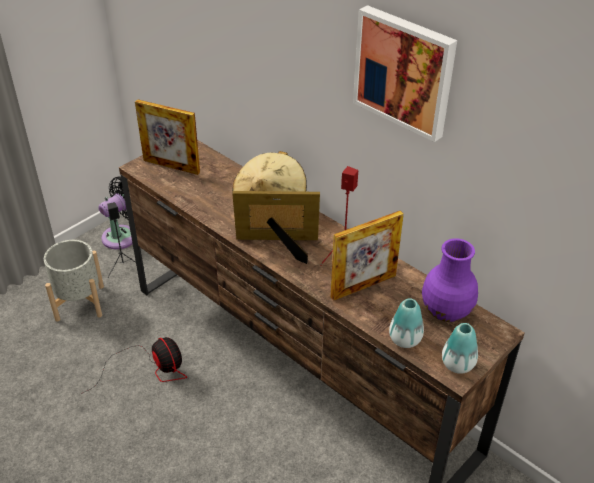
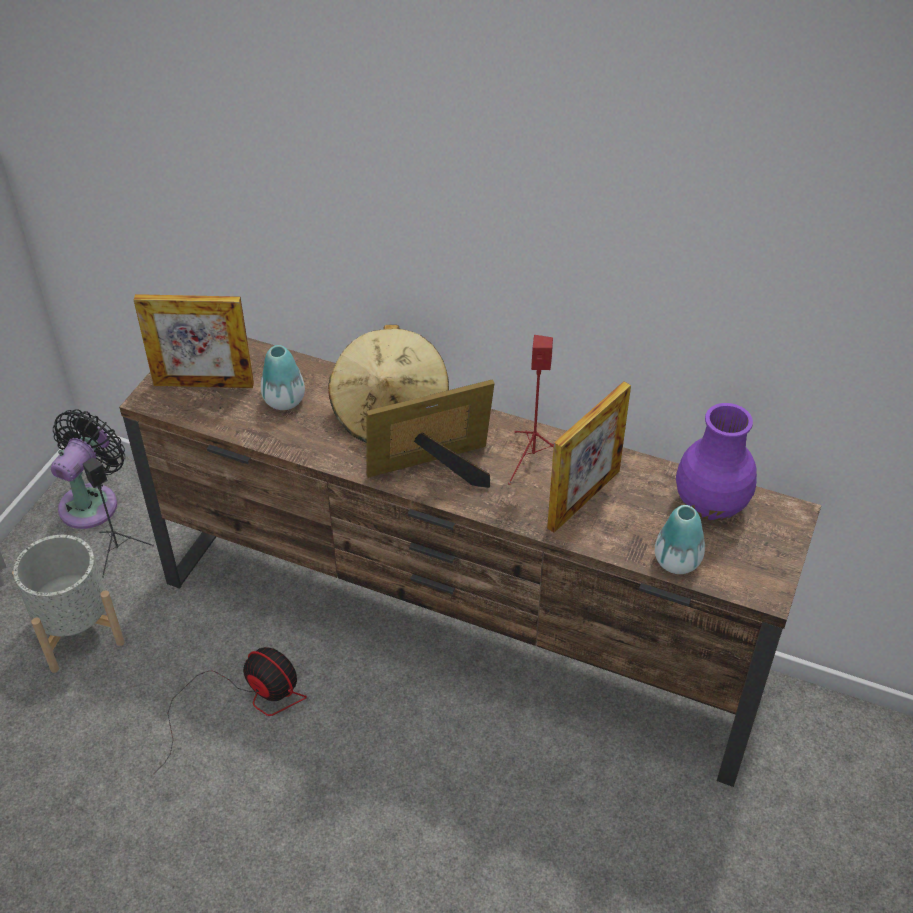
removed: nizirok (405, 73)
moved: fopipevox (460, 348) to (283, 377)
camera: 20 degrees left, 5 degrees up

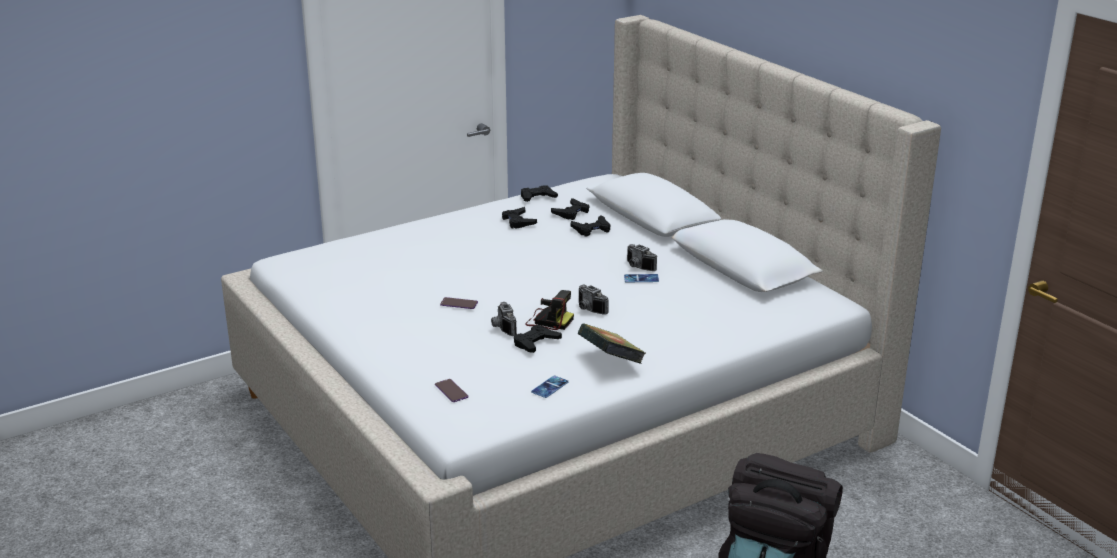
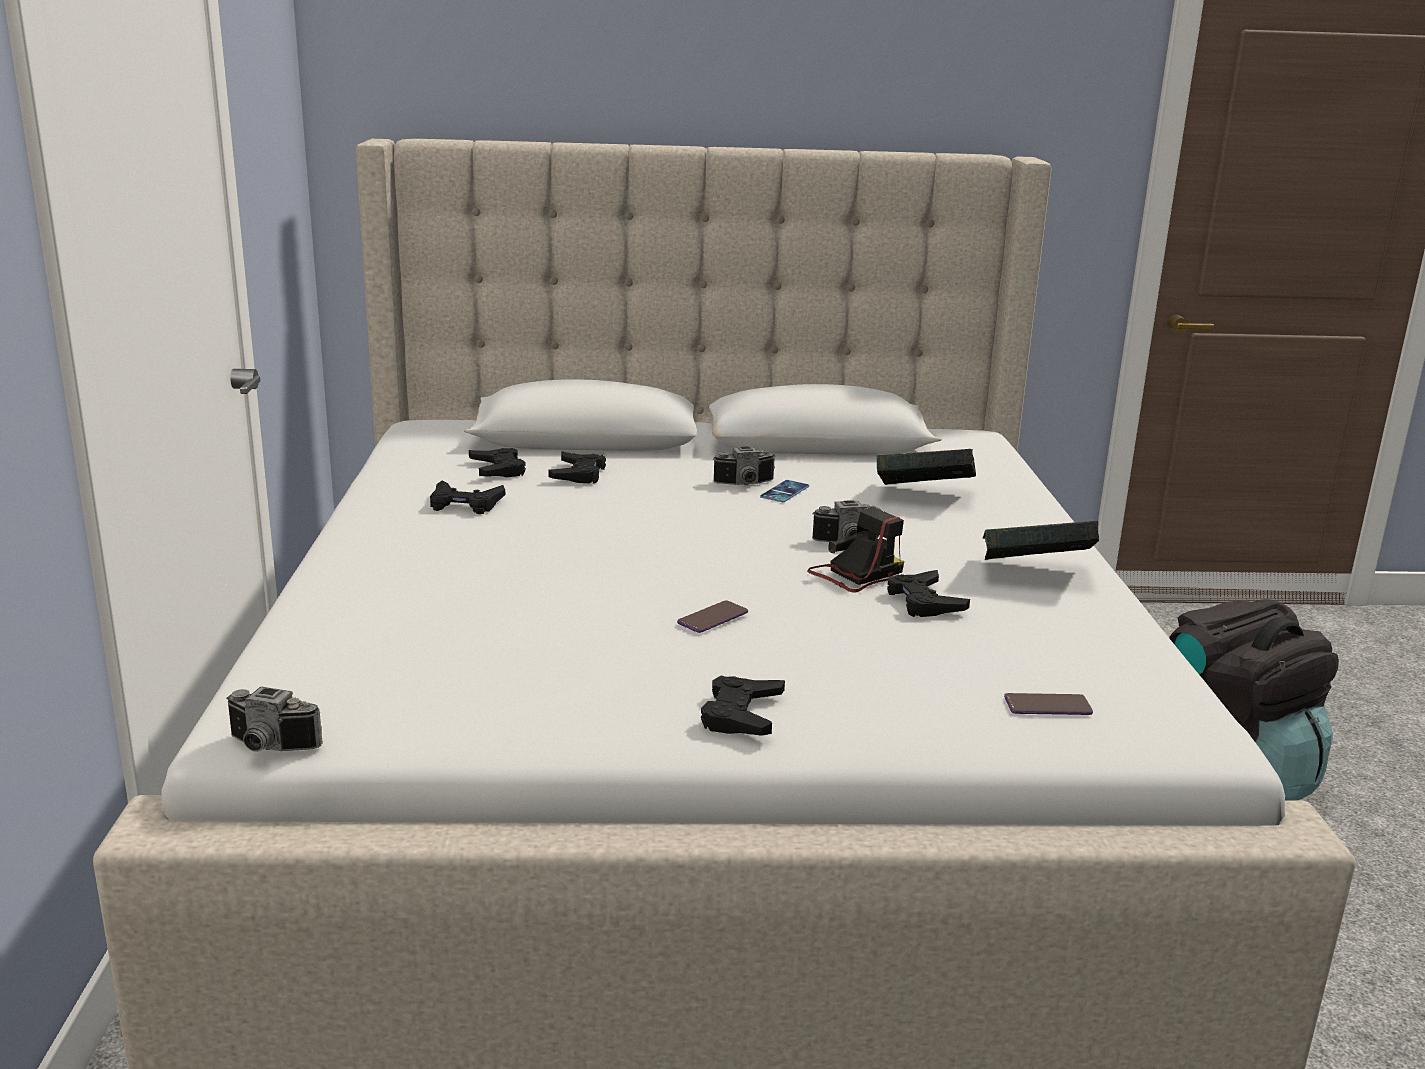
removed: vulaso (550, 387)
added: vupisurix (926, 467)
moved: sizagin (504, 319) to (274, 719); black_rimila (539, 193) to (743, 706)
camera: 60 degrees left, 5 degrees down

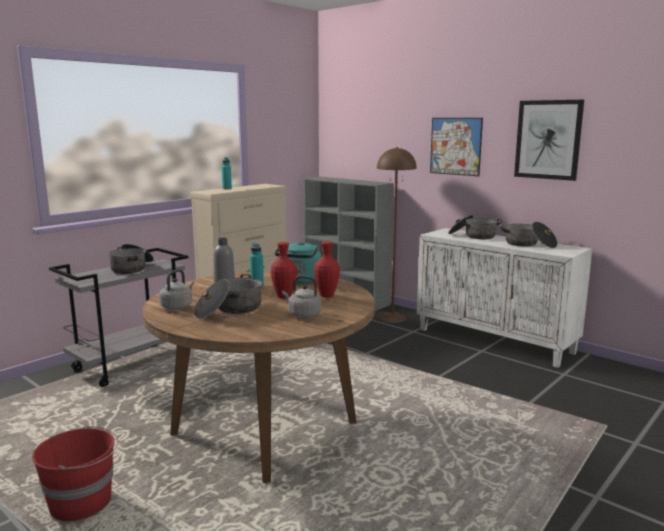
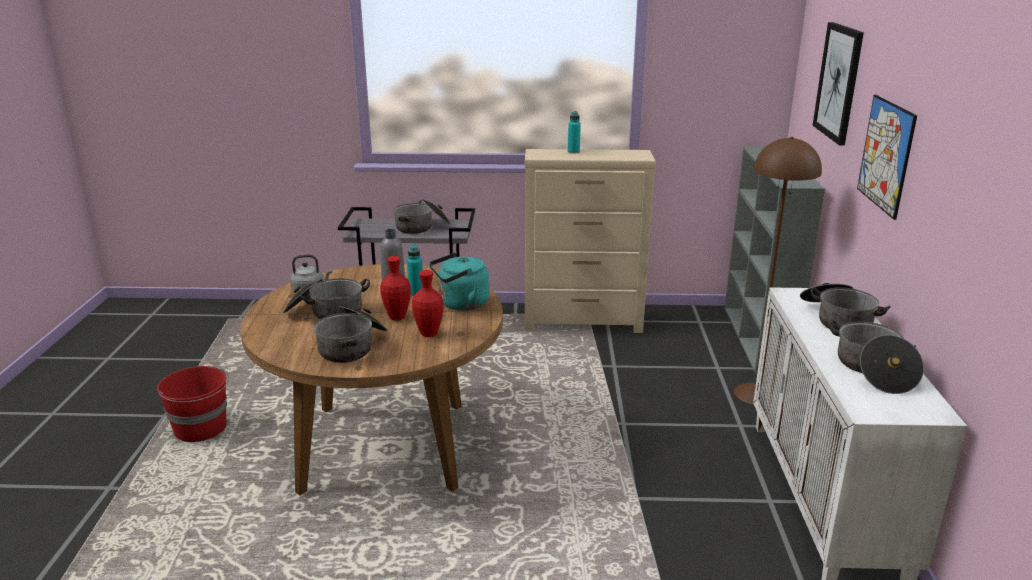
moved: nizirok (549, 140) to (838, 83)
replaced: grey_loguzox (301, 297) to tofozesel (350, 334)
camera: 50 degrees right, 10 degrees up

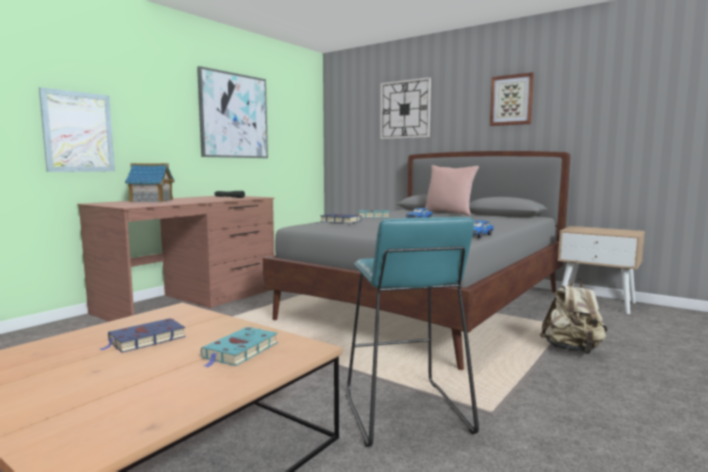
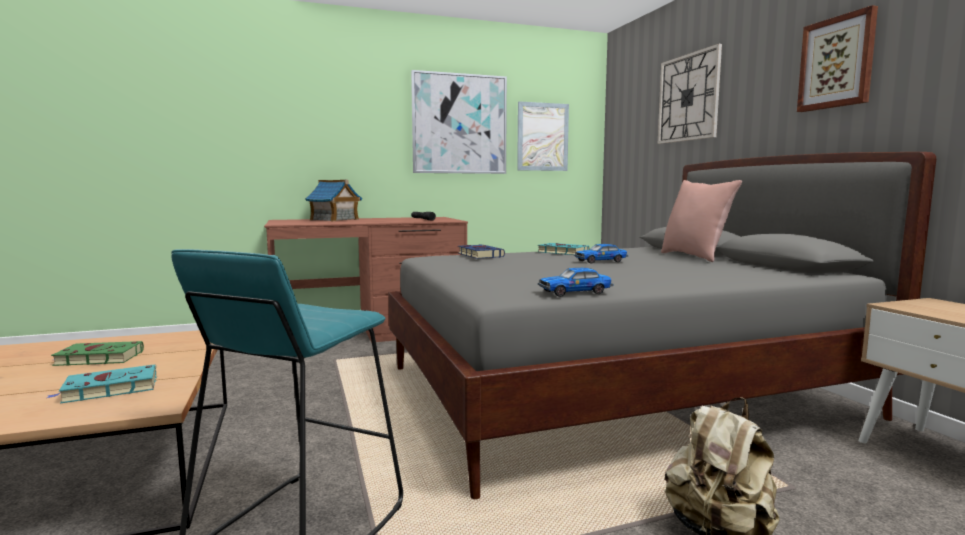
moved: nizirok (77, 129) to (543, 136)
recoloured: blue_vupisurix (143, 335) to green_vupisurix (97, 353)
camera: 35 degrees right, 0 degrees up

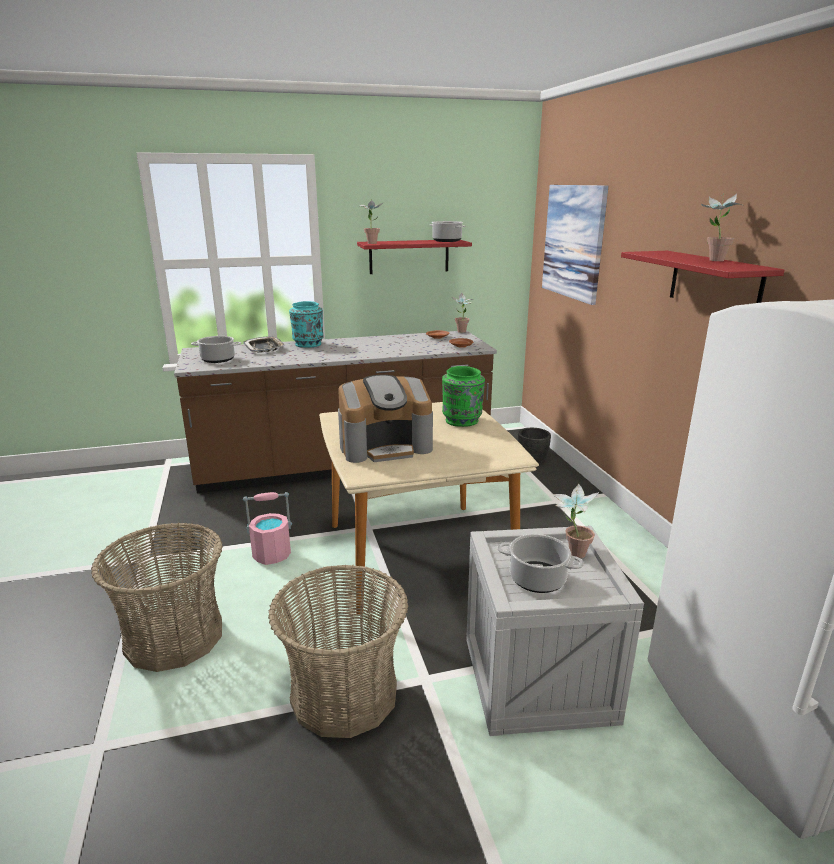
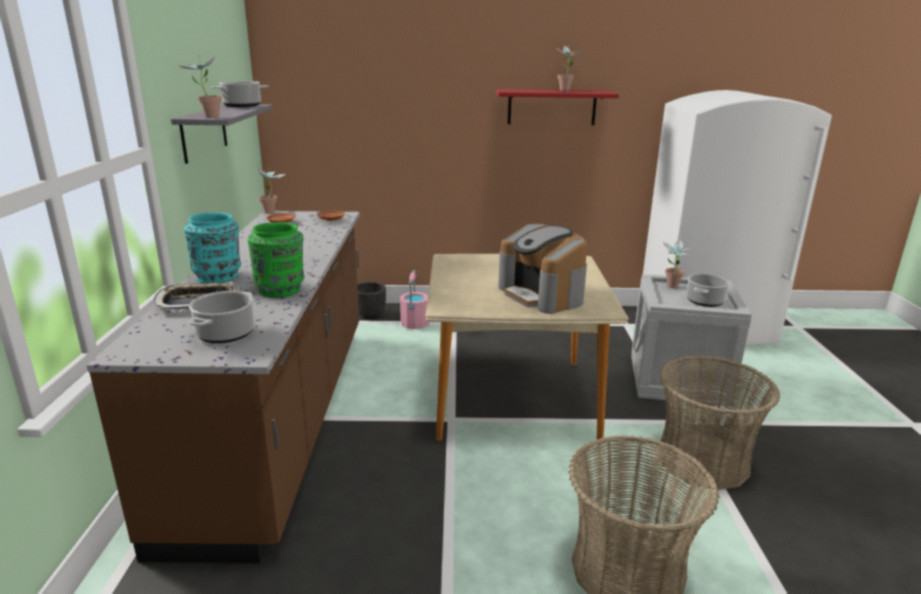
removed: nizirok (575, 245)
moved: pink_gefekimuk (267, 528) to (414, 299); green_fopipevox (463, 396) to (276, 260)
recoloured: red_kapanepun (414, 257) to grey_kapanepun (222, 134)
turned: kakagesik (385, 419) = (542, 269) 150 degrees clockwise
camera: 75 degrees left, 0 degrees up

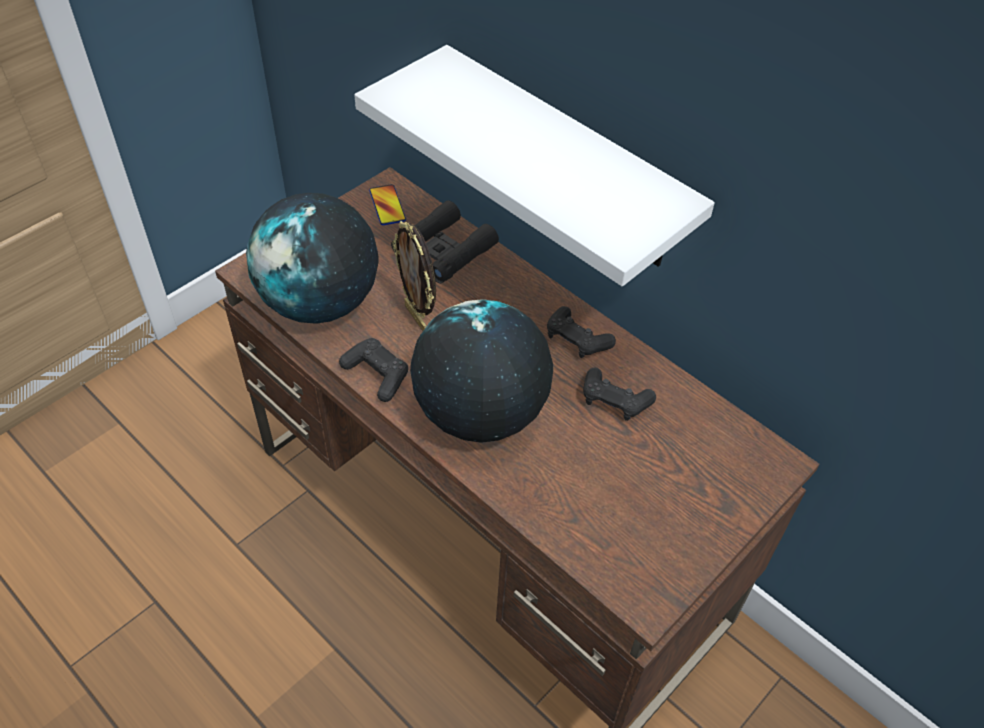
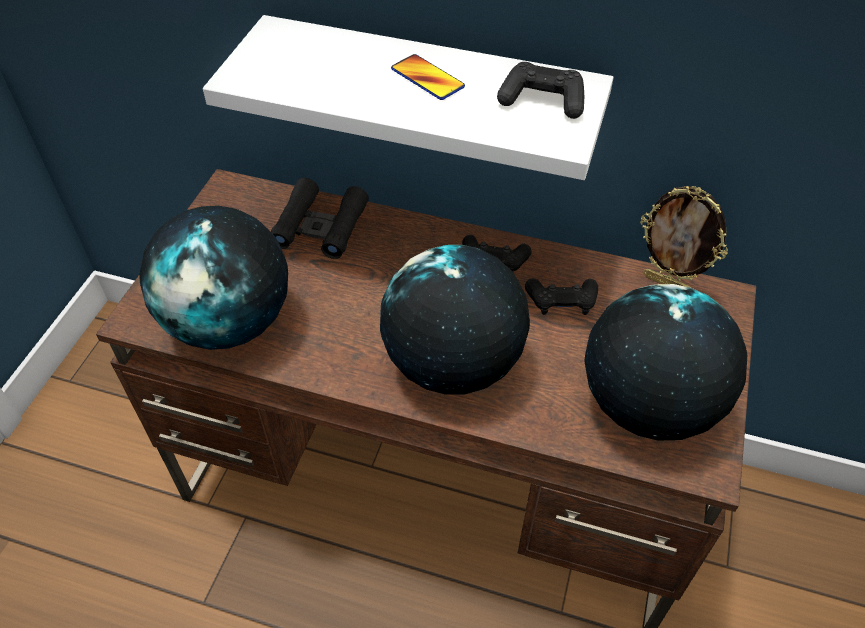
added: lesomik (665, 362)
moved: black_rimila (373, 370) to (540, 90); vulaso (387, 204) to (428, 77); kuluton (414, 276) to (684, 237)
camera: 25 degrees left, 0 degrees up

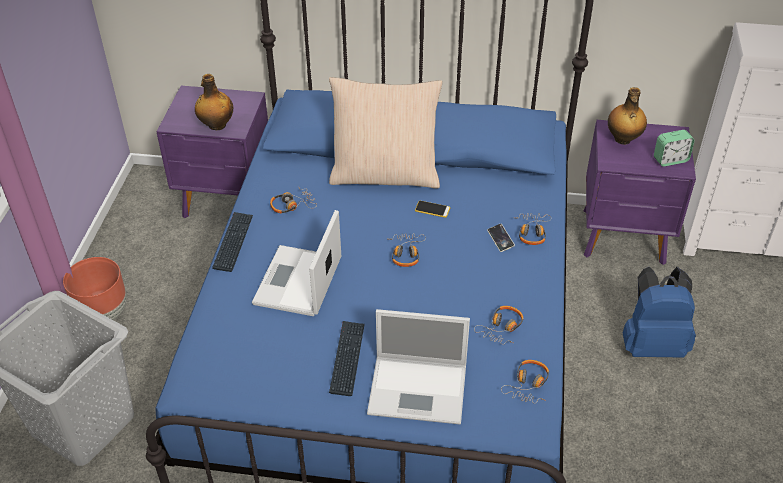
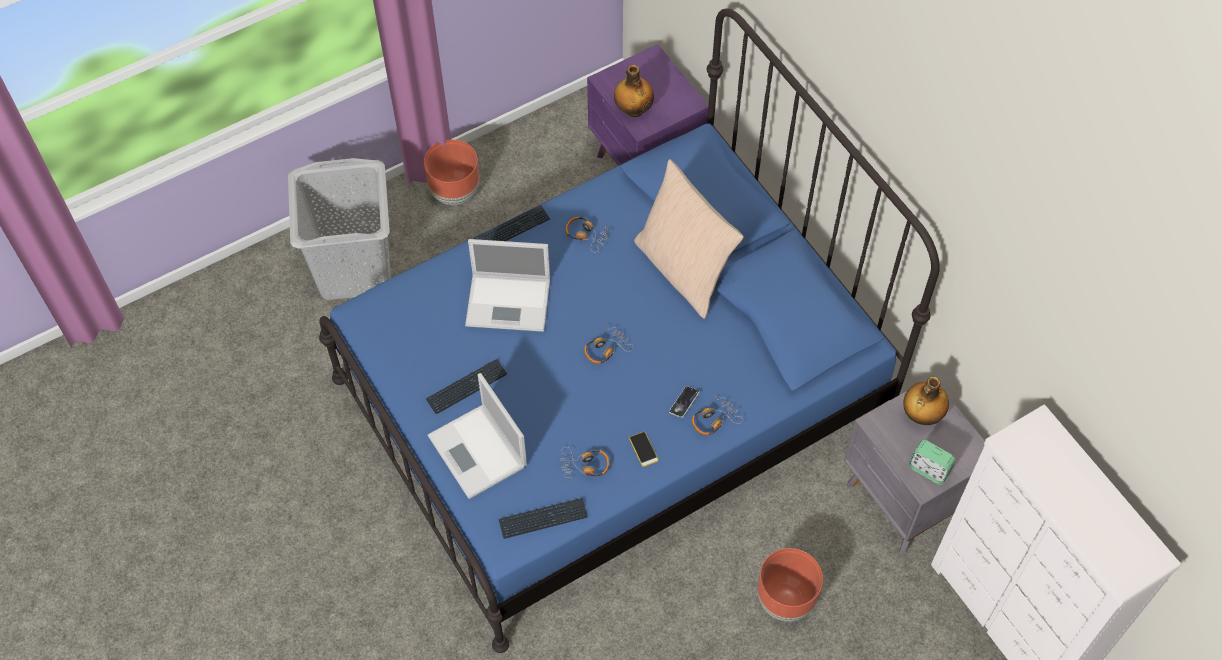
moved: vulaso (432, 209) to (644, 449)
replaced: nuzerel (525, 382) to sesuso (543, 518); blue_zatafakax (659, 312) to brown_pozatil (790, 585)
recoloured: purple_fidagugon (640, 192) to grey_fidagugon (914, 467)
turned: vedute (296, 263) = (507, 285) 150 degrees counterclockwise
camera: 50 degrees right, 15 degrees up

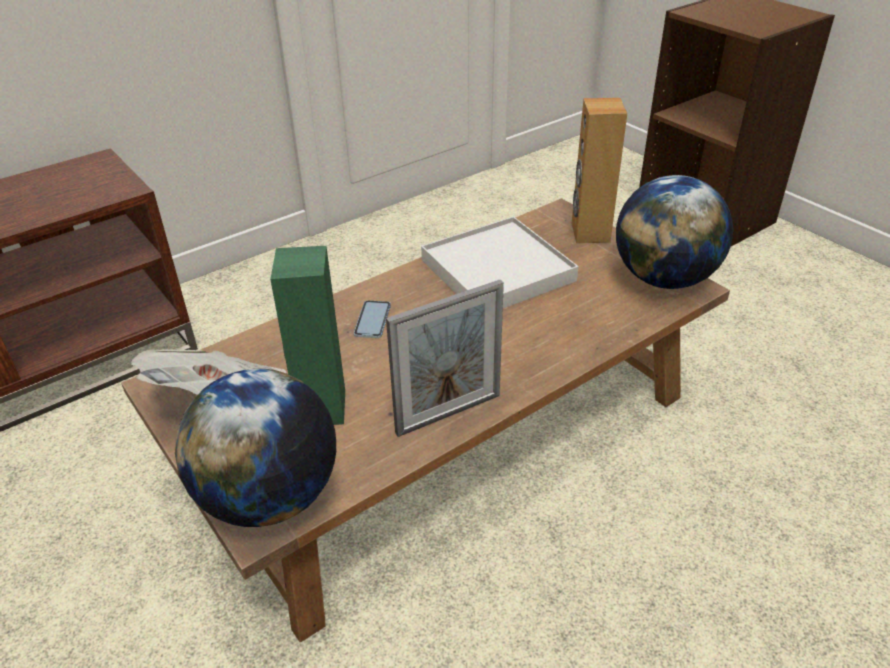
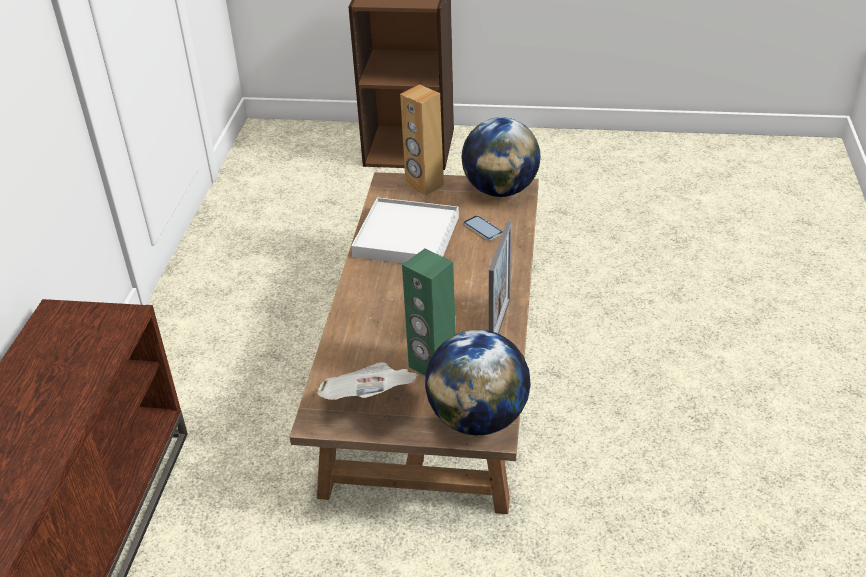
moved: vulaso (372, 319) to (483, 228)
camera: 45 degrees left, 0 degrees up

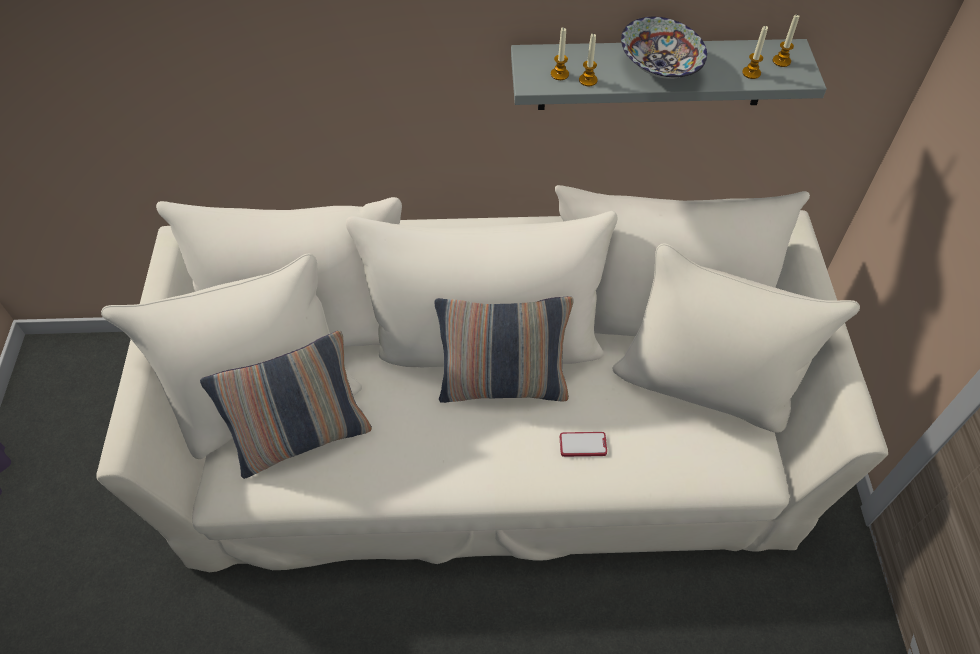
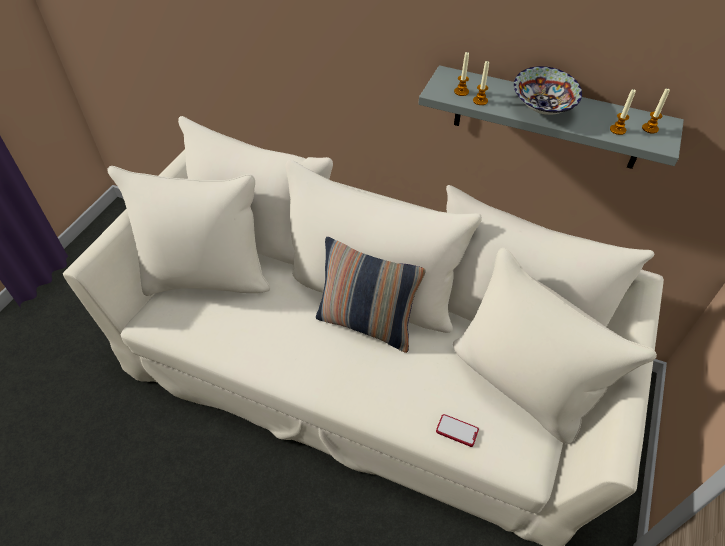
removed: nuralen (286, 405)
moved: vulaso (583, 444) to (457, 430)
camera: 25 degrees right, 5 degrees down

